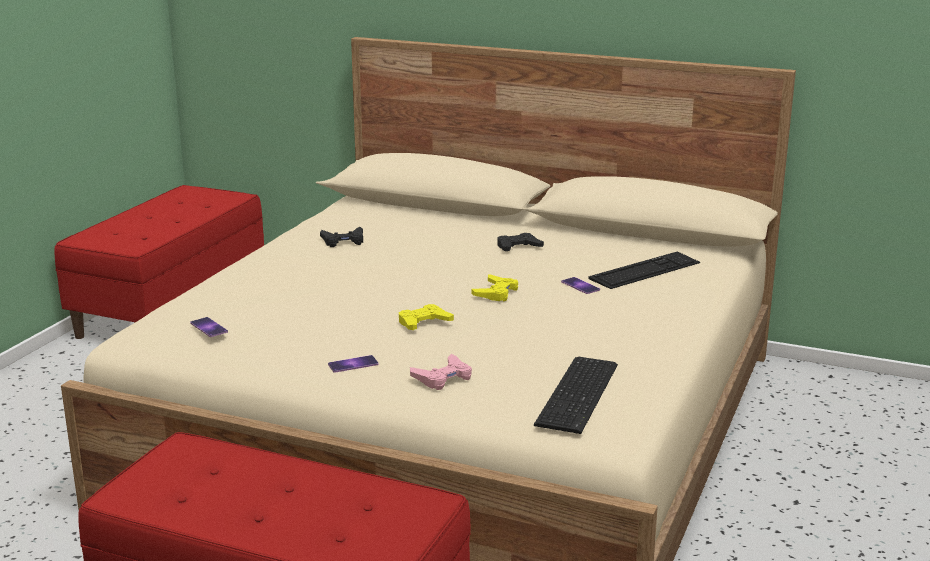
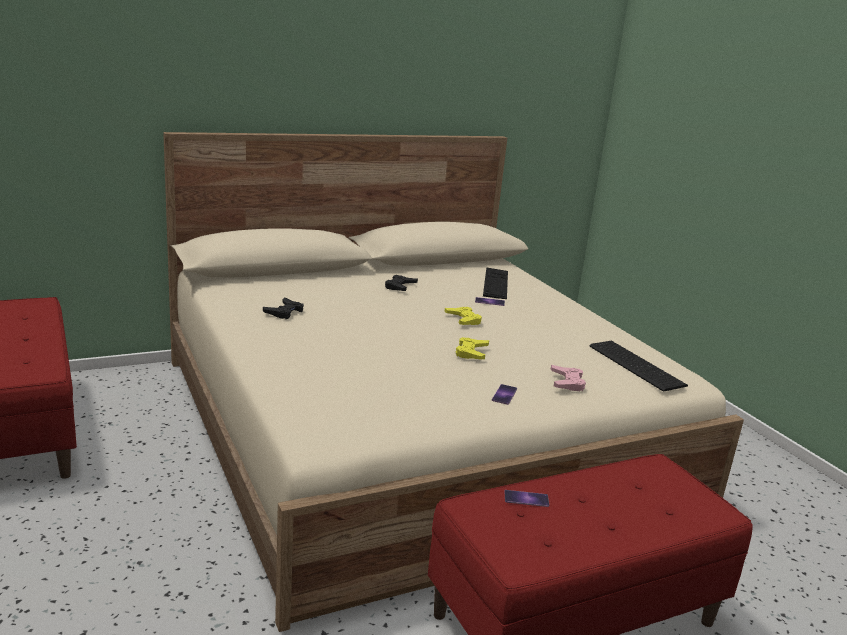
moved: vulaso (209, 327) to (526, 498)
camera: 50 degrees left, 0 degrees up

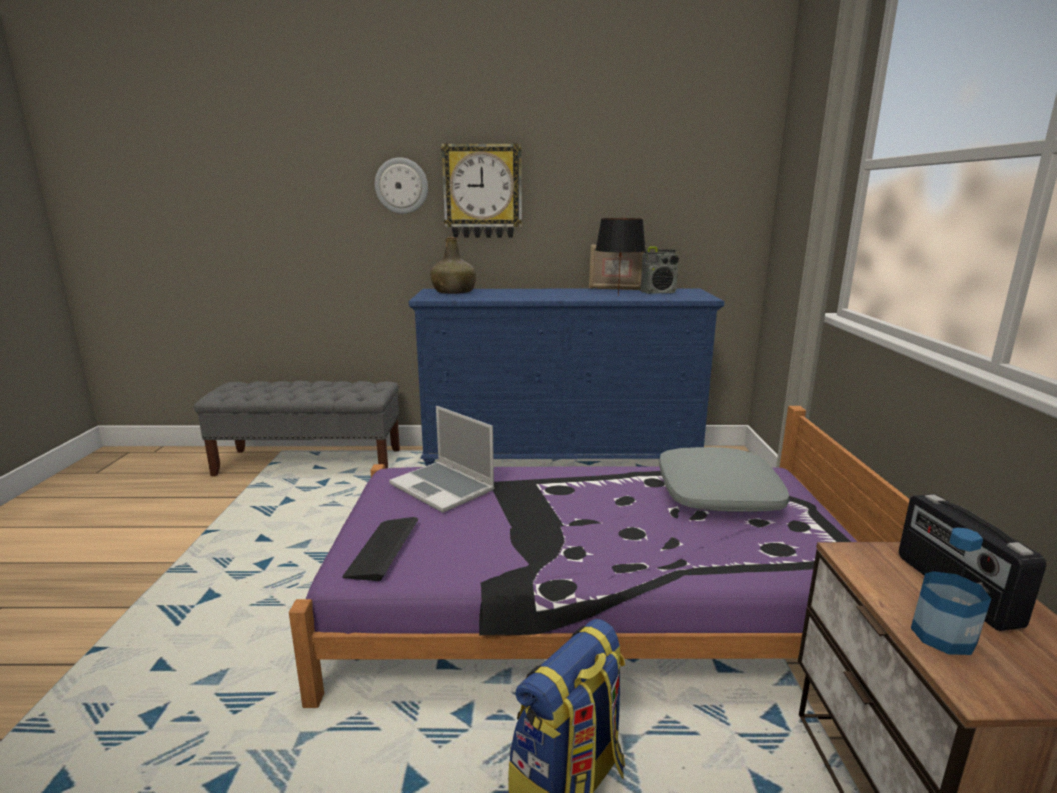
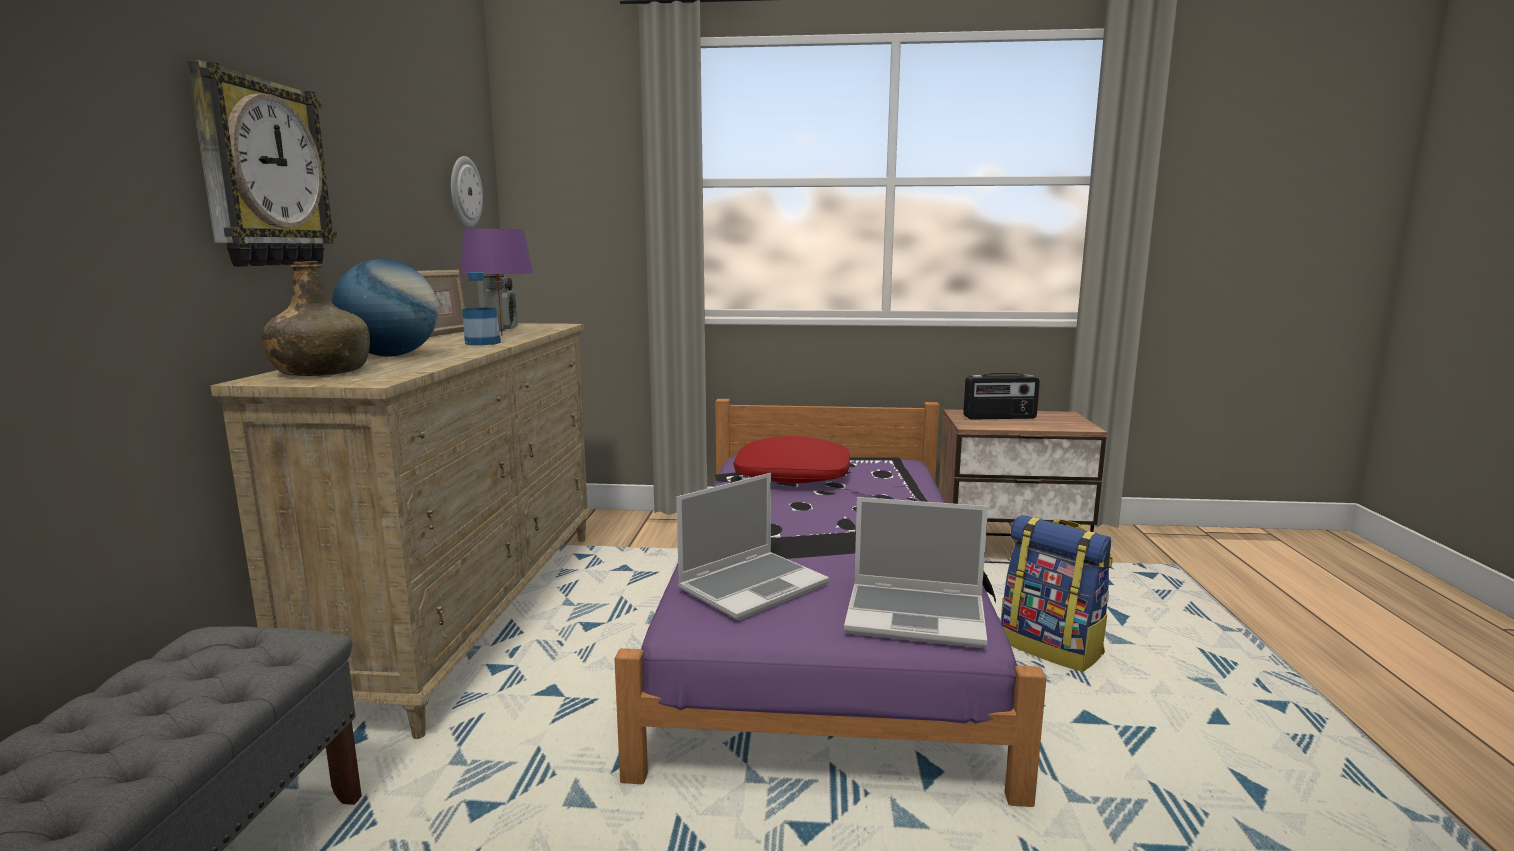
added: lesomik (385, 308)
moved: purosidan (401, 185) to (467, 192); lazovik (951, 591) to (481, 308)
replaced: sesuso (380, 549) to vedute (916, 572)
recoloured: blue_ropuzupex (567, 377) to beige_ropuzupex (401, 531); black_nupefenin (621, 257) to purple_nupefenin (496, 282); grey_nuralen (724, 479) to red_nuralen (792, 459)
camera: 85 degrees left, 5 degrees down

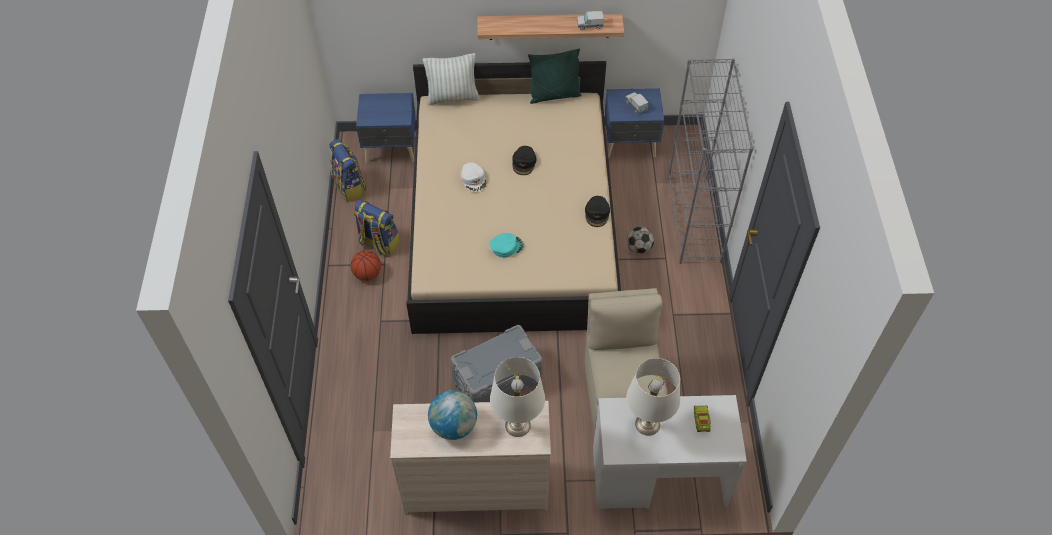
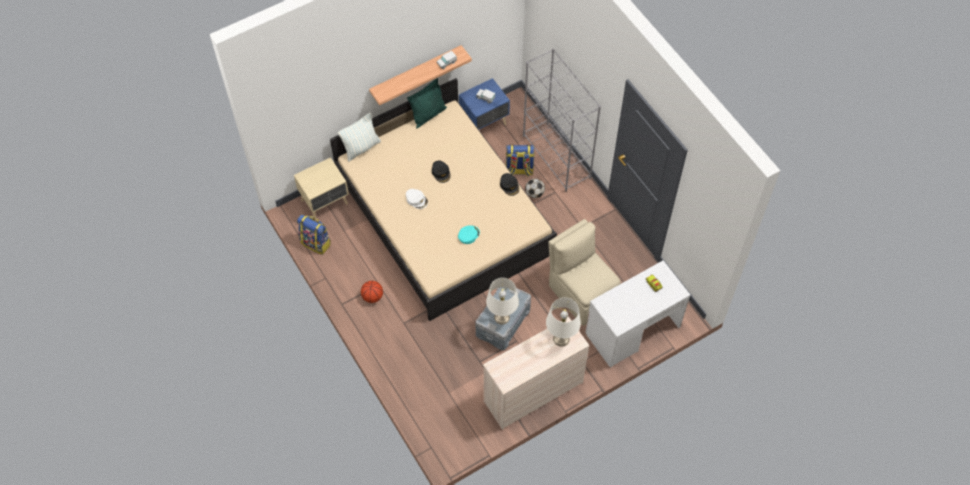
removed: lesomik (452, 415)
moved: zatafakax (377, 228) to (520, 161); white_nupefenin (653, 397) to (502, 301)
recoloured: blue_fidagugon (386, 128) to beige_fidagugon (321, 189)
camera: 30 degrees left, 5 degrees up

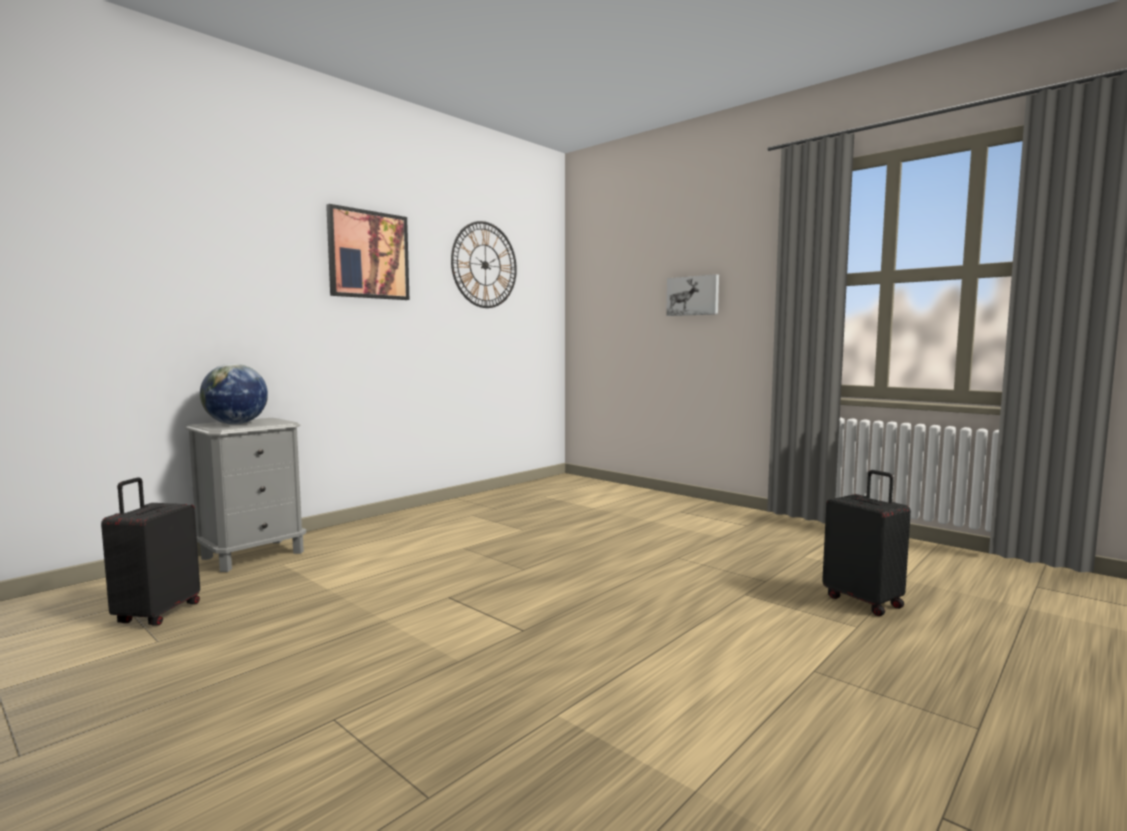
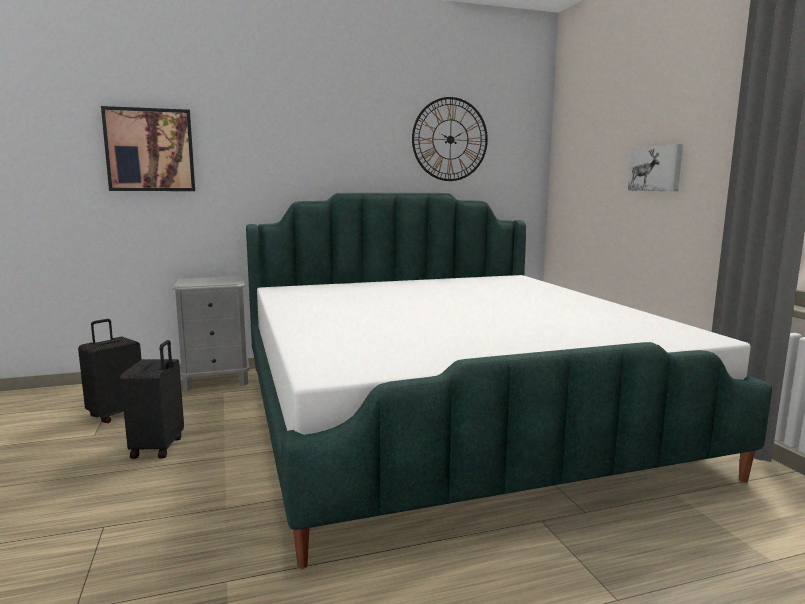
removed: lesomik (234, 394)
added: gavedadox (509, 381)
moved: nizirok (367, 252) to (148, 148); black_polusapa (866, 543) to (152, 399)
camera: 30 degrees right, 5 degrees up

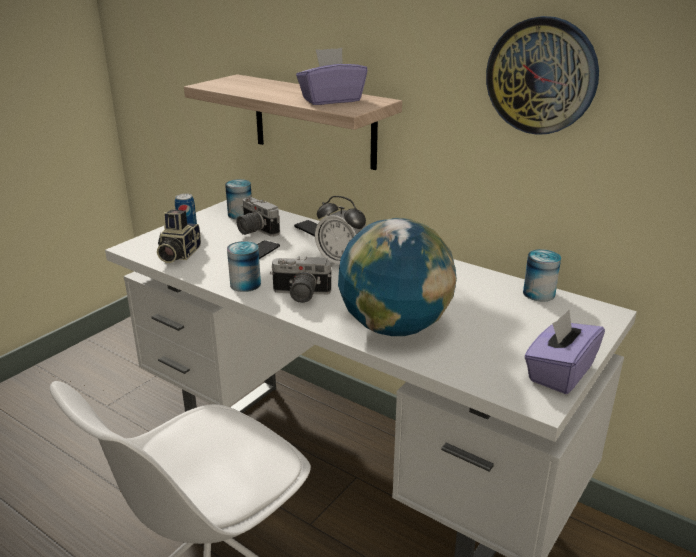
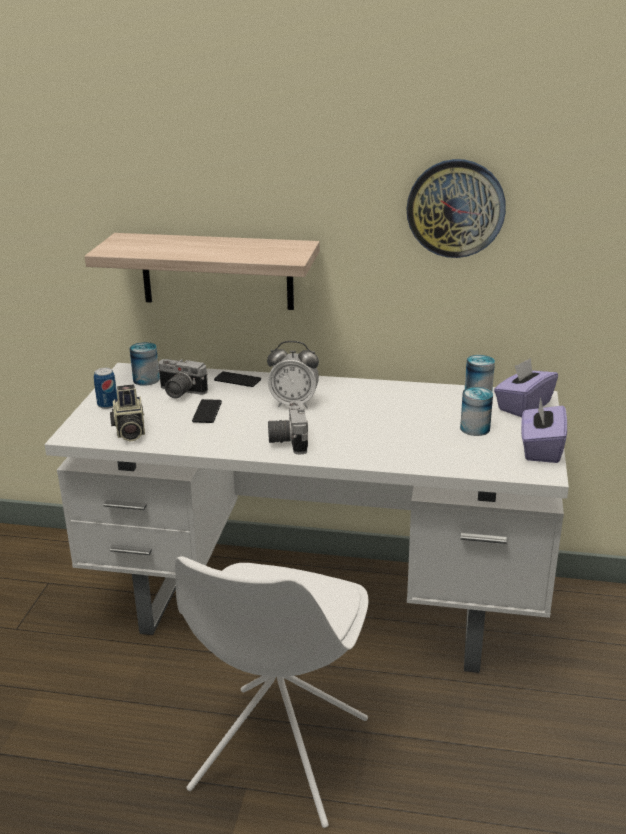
removed: lesomik (397, 277)
moved: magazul (244, 266) to (476, 411); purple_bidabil (332, 76) to (526, 387)
turned: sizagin (301, 279) = (288, 427) 105 degrees clockwise
camera: 25 degrees left, 0 degrees up

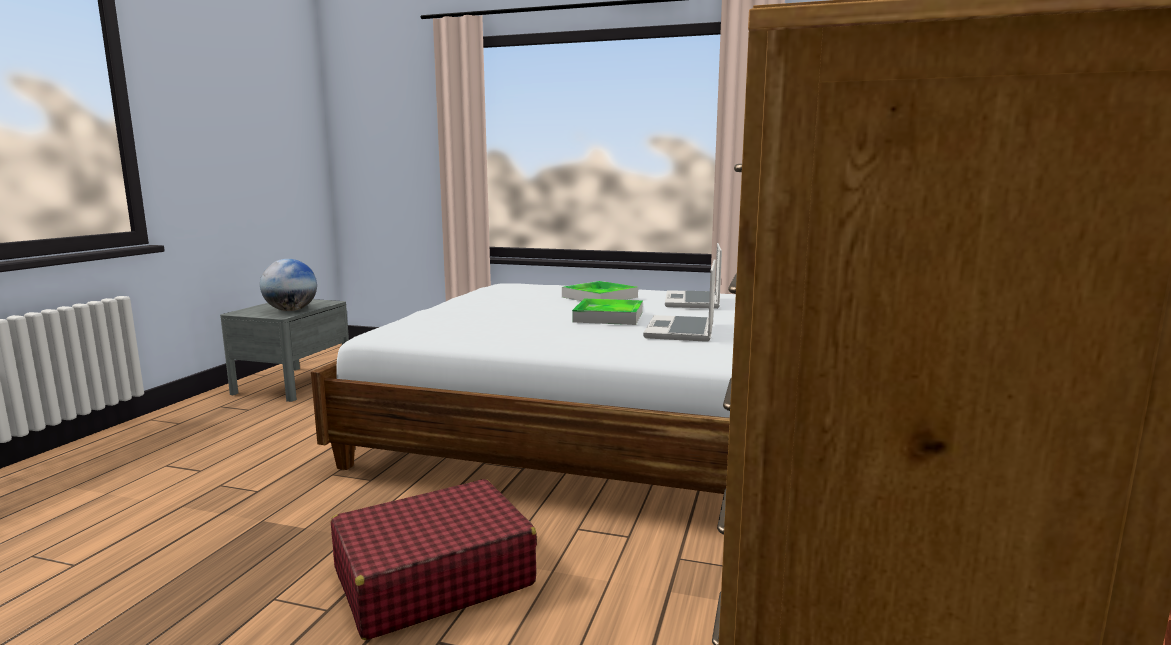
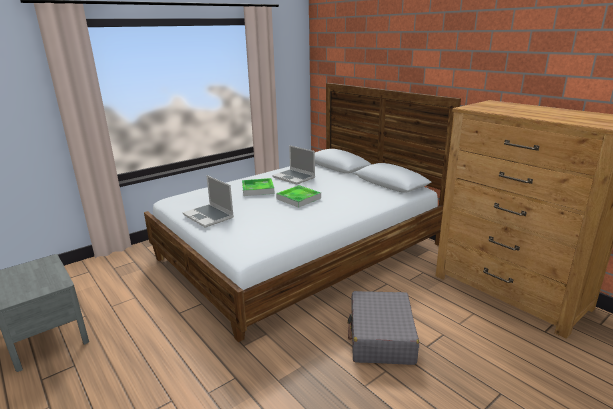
removed: lesomik (288, 285)
moved: vedute (679, 300) to (208, 201)
recoloured: red_polusapa (434, 559) to grey_polusapa (383, 328)
camera: 55 degrees left, 10 degrees up

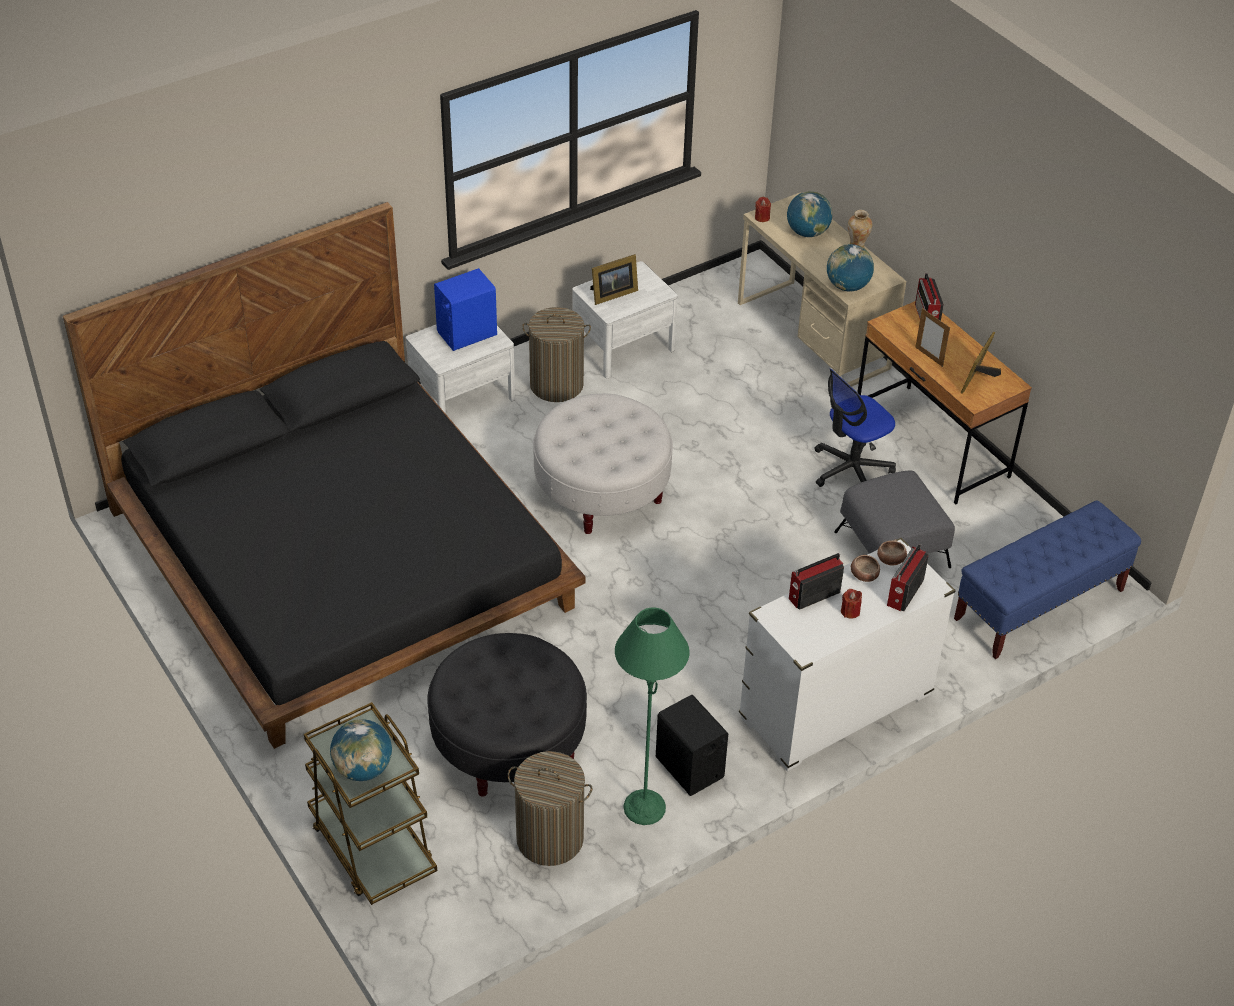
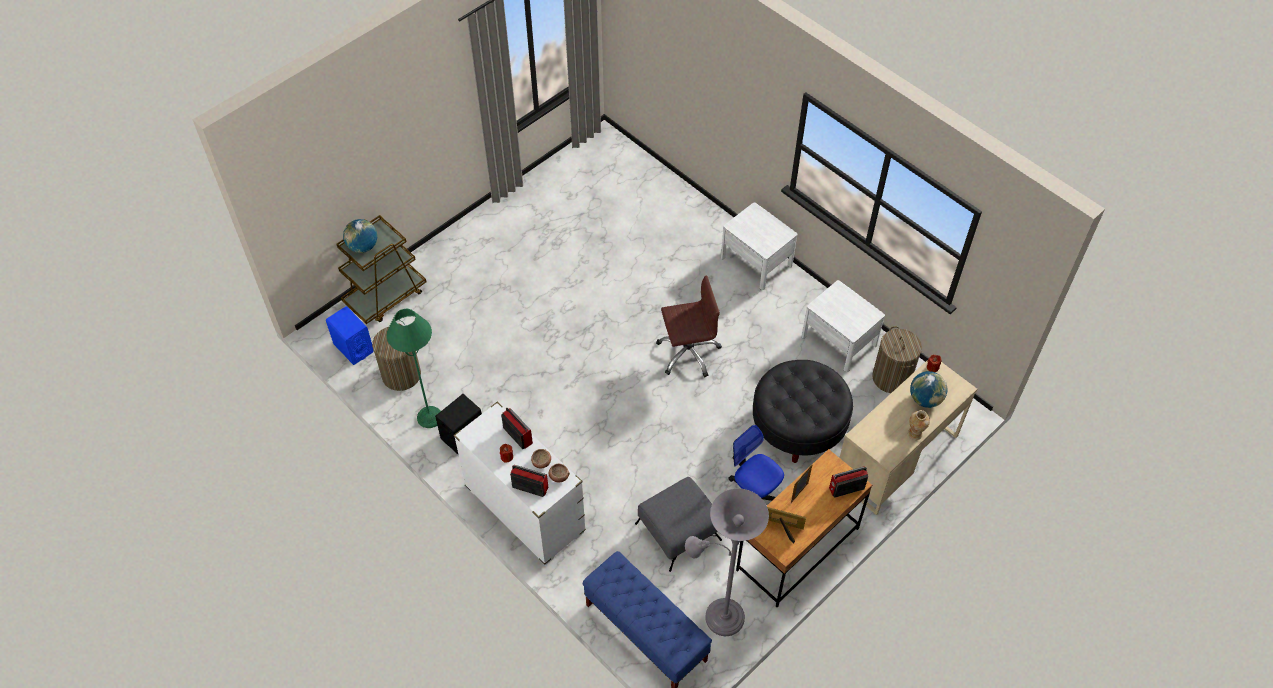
removed: black_gavedadox (324, 475); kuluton (614, 279); lesomik (850, 268)
added: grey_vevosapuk (727, 562)
moved: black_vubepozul (507, 715) to (803, 411); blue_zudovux (465, 309) to (350, 335); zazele (556, 354) to (897, 359)
replaced: white_vubepozul (603, 464) to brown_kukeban (689, 326)
camera: 80 degrees right, 10 degrees up

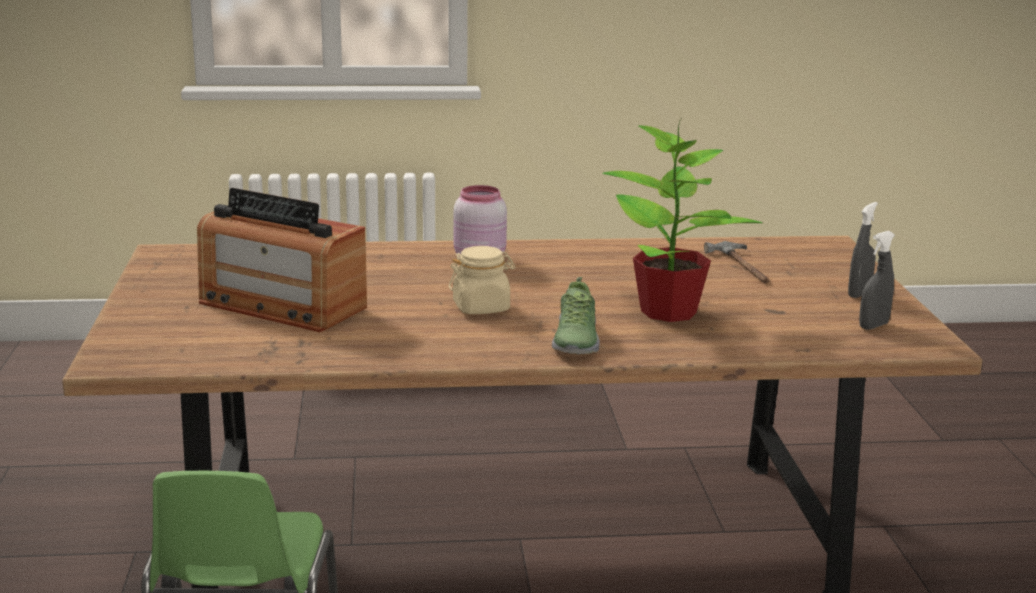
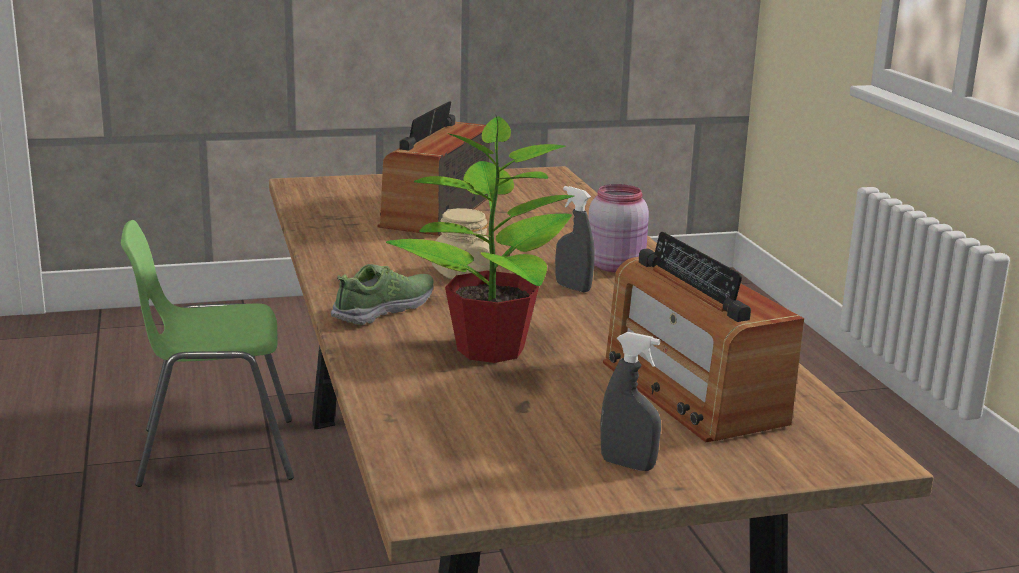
moved: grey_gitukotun (877, 280) to (575, 239)
replaced: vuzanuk (737, 262) to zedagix (703, 337)
turned: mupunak (576, 316) = (382, 294) 135 degrees clockwise
camera: 80 degrees right, 0 degrees up

